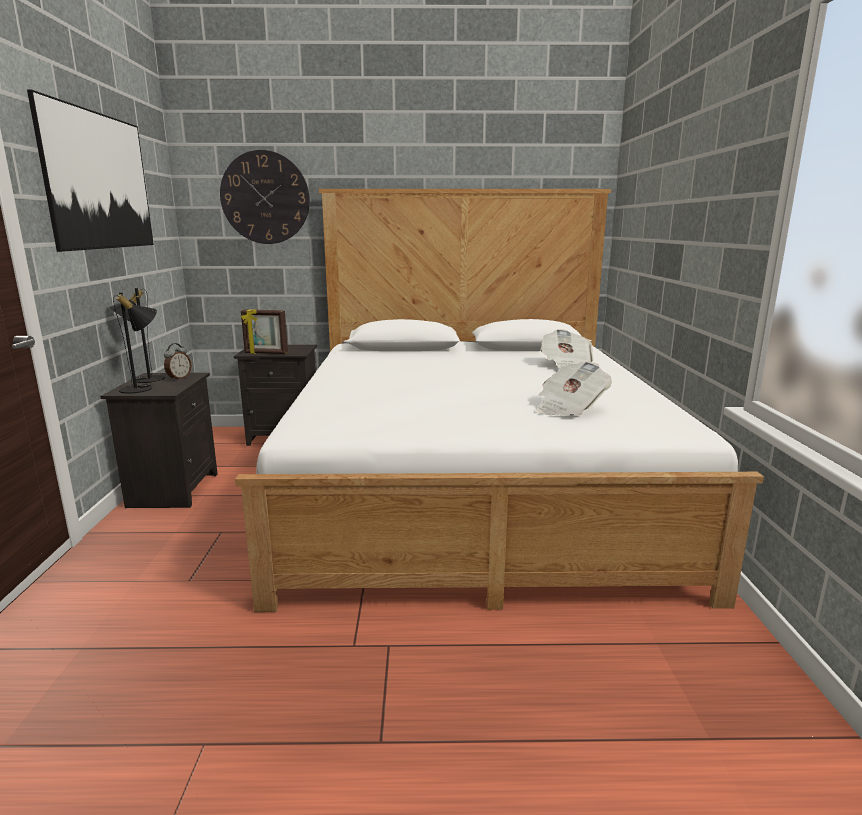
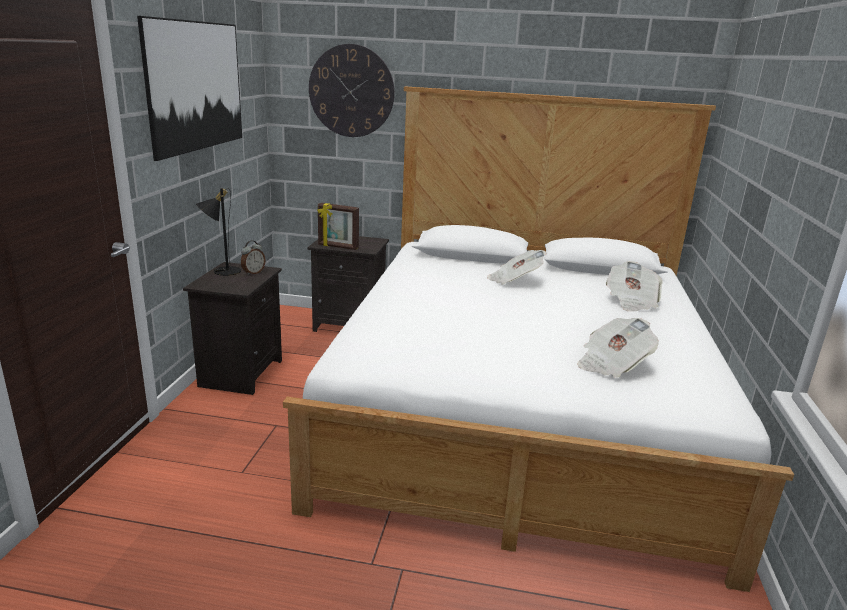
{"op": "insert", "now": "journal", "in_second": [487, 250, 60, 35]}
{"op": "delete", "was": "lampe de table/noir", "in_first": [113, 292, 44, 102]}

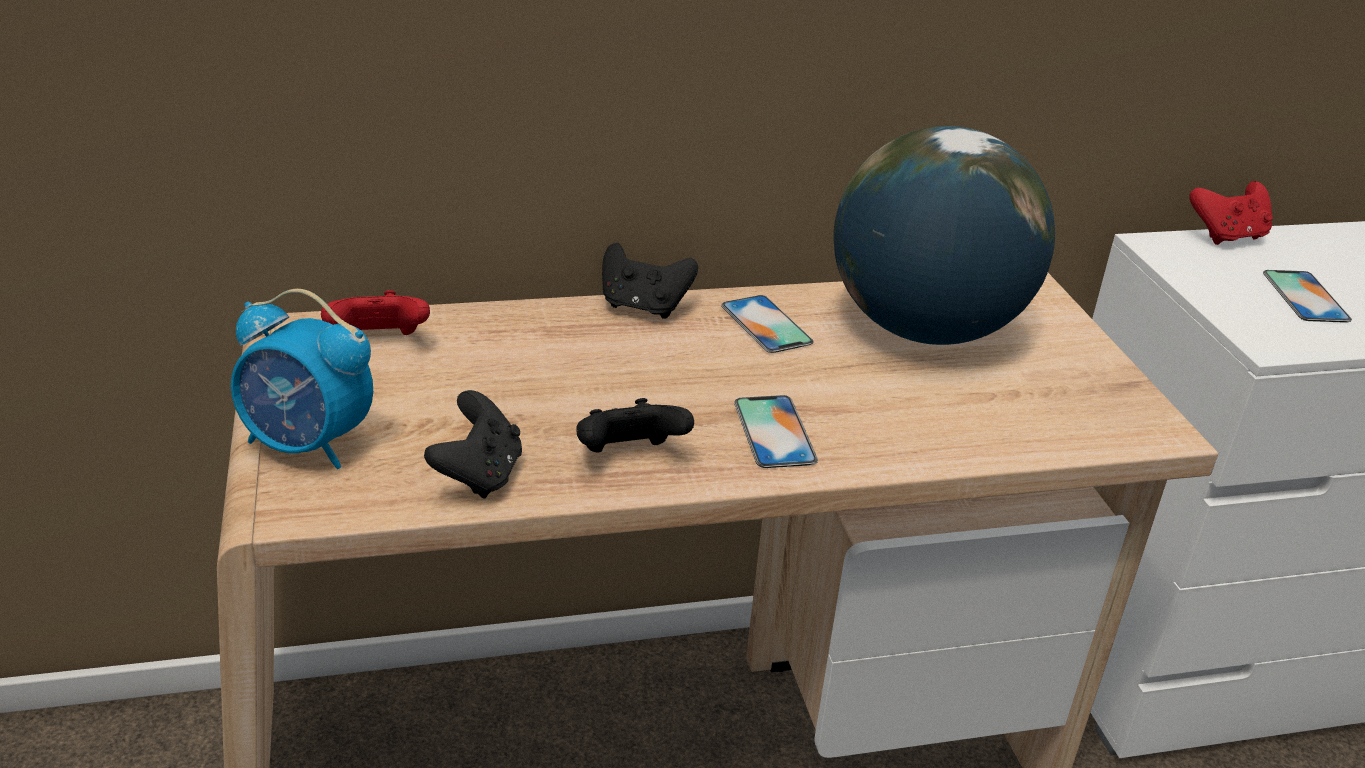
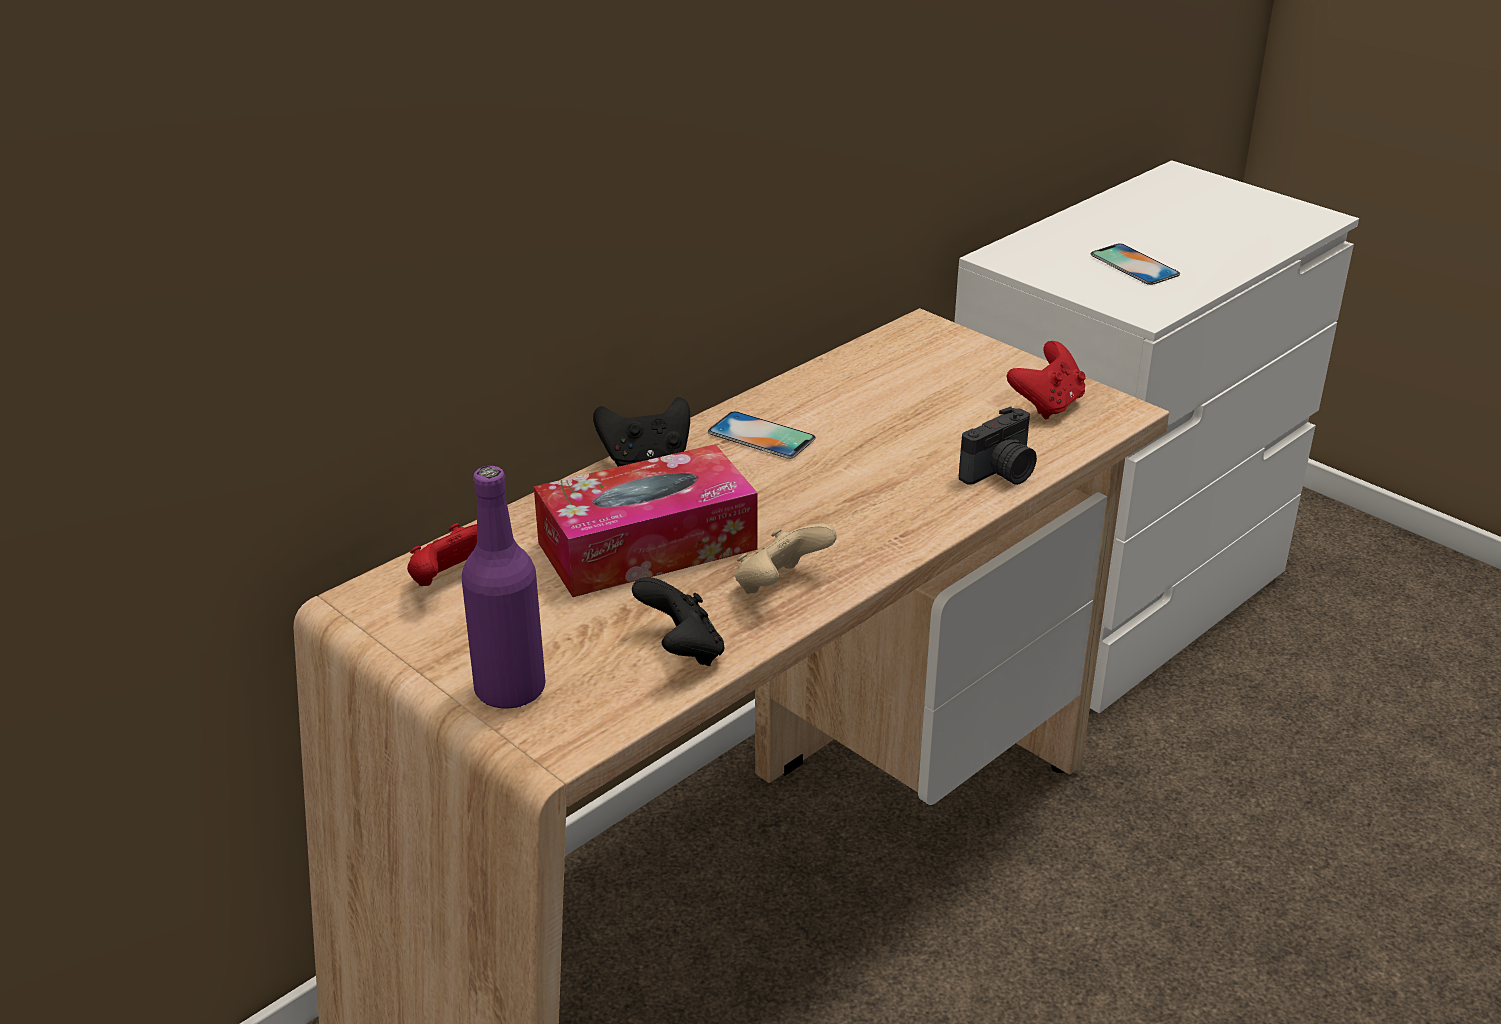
{"op": "replace", "was": "réveil", "now": "bouteille/violet", "in_first": [231, 289, 142, 180], "in_second": [462, 466, 84, 243]}
{"op": "insert", "now": "boîte à mouchoirs", "in_second": [534, 444, 224, 153]}
{"op": "recolor", "was": "manette/noir", "now": "manette/beige", "in_first": [576, 398, 118, 55], "in_second": [735, 524, 102, 70]}
{"op": "insert", "now": "appareil photo", "in_second": [959, 407, 78, 78]}
{"op": "move", "was": "manette/rouge", "in_first": [1189, 181, 84, 64], "in_second": [1007, 341, 79, 78]}
{"op": "delete", "was": "téléphone", "in_first": [734, 395, 84, 73]}
{"op": "delete", "was": "globe", "in_first": [834, 126, 221, 219]}

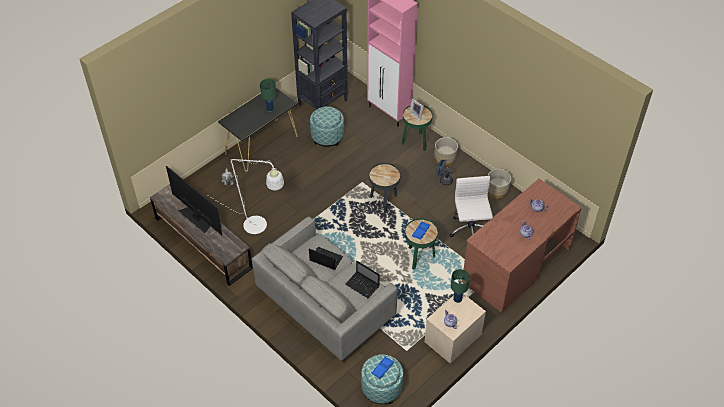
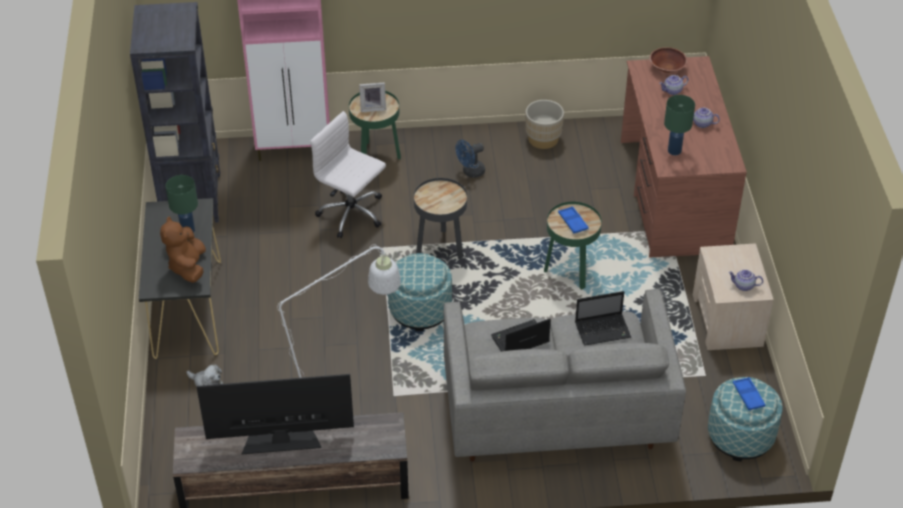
{"op": "insert", "now": "peluche/marron", "in_second": [160, 217, 46, 66]}
{"op": "move", "was": "chaise de bureau/blanc", "in_first": [449, 176, 44, 62], "in_second": [310, 111, 76, 127]}
{"op": "move", "was": "pouf", "in_first": [310, 106, 34, 41], "in_second": [388, 253, 64, 78]}
{"op": "insert", "now": "bol/marron", "in_second": [649, 47, 38, 26]}
{"op": "move", "was": "lampe de table/vert", "in_first": [451, 269, 19, 34], "in_second": [664, 95, 31, 60]}
{"op": "delete", "was": "cache-pot/beige", "in_first": [435, 137, 23, 30]}

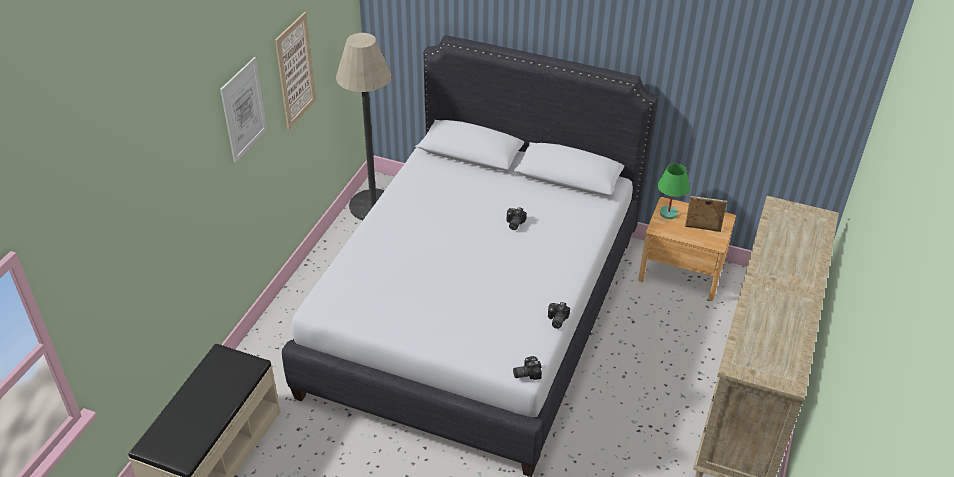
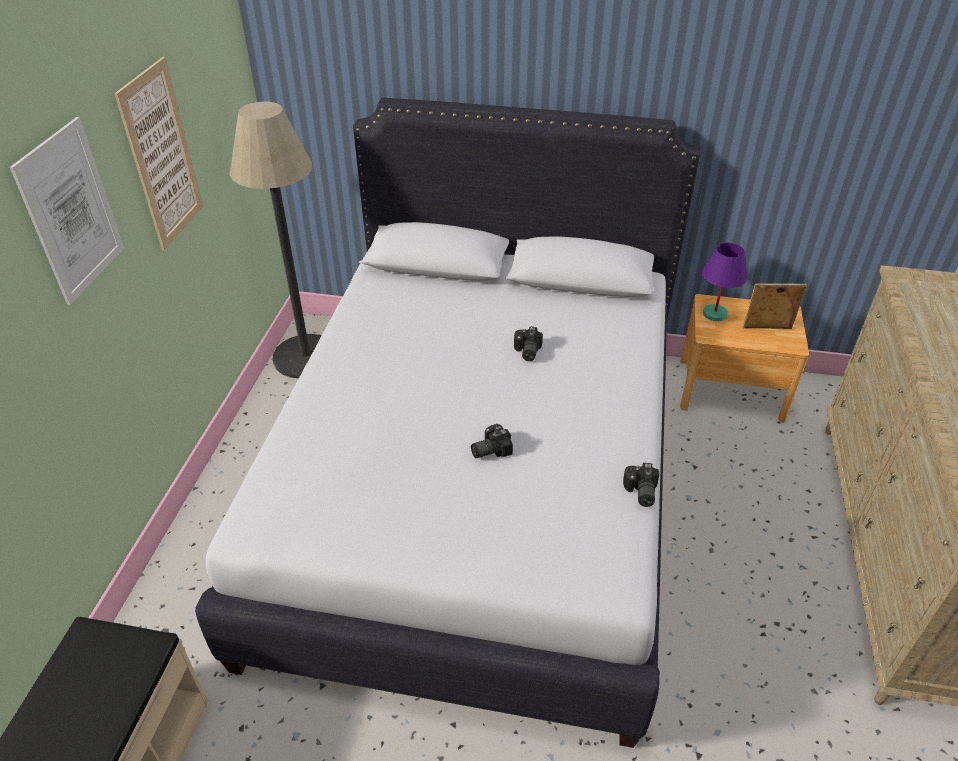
{"op": "move", "was": "appareil photo", "in_first": [513, 356, 29, 24], "in_second": [471, 424, 42, 34]}
{"op": "recolor", "was": "lampe de table/vert", "now": "lampe de table/violet", "in_first": [657, 164, 33, 55], "in_second": [702, 243, 45, 78]}

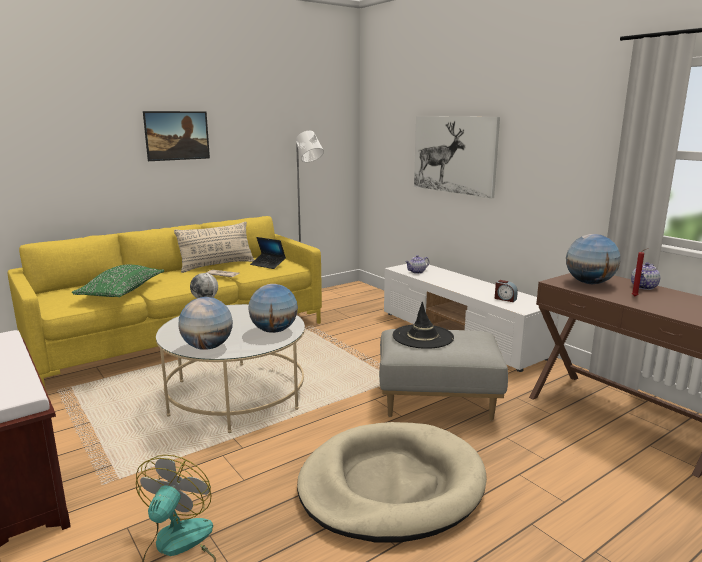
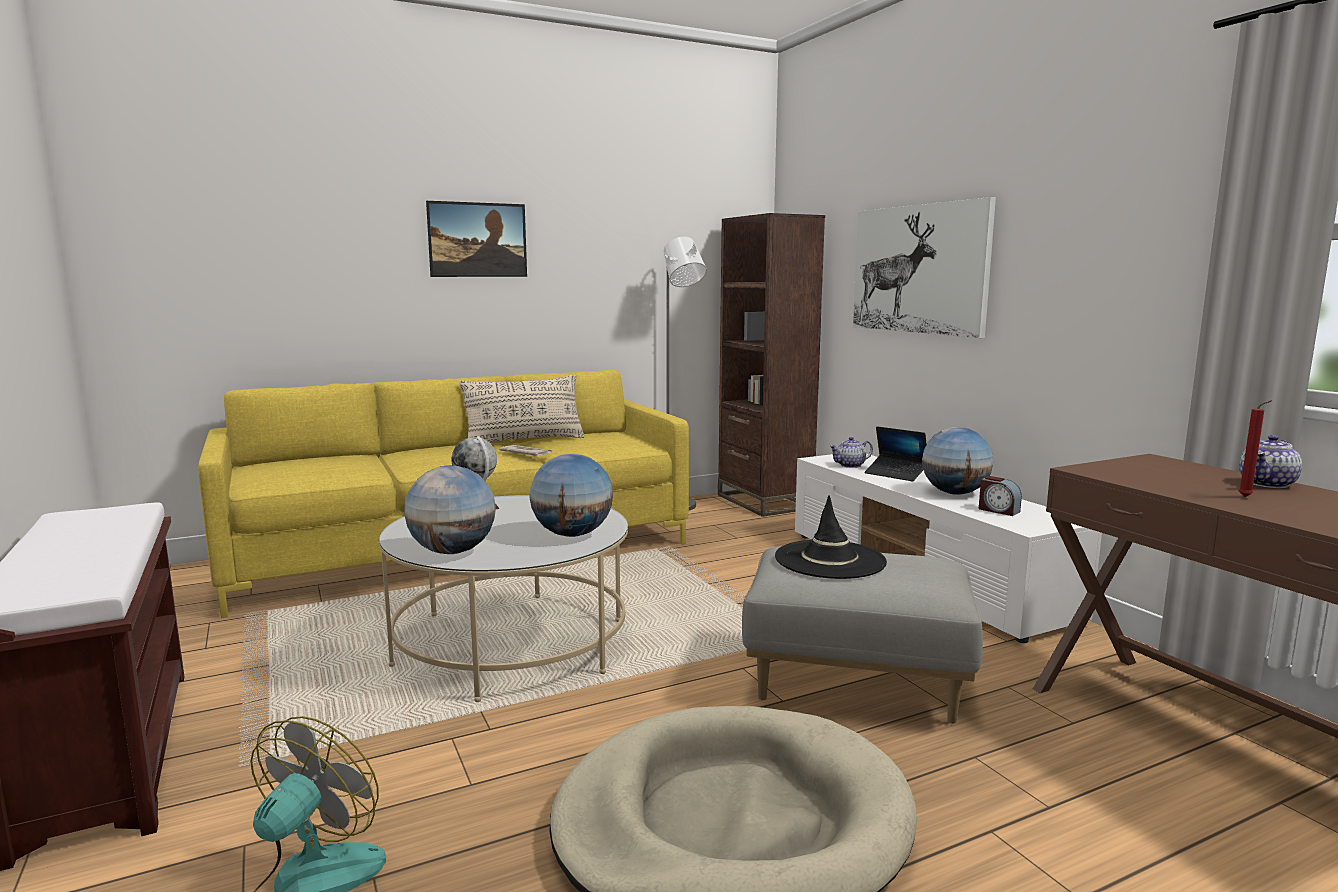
{"op": "insert", "now": "bibliothèque/marron", "in_second": [718, 213, 107, 304]}
{"op": "move", "was": "ordinateur portable", "in_first": [250, 237, 36, 32], "in_second": [865, 426, 62, 55]}
{"op": "move", "was": "globe", "in_first": [566, 234, 54, 50], "in_second": [922, 427, 71, 68]}
{"op": "delete", "was": "coussin/vert", "in_first": [72, 265, 92, 32]}

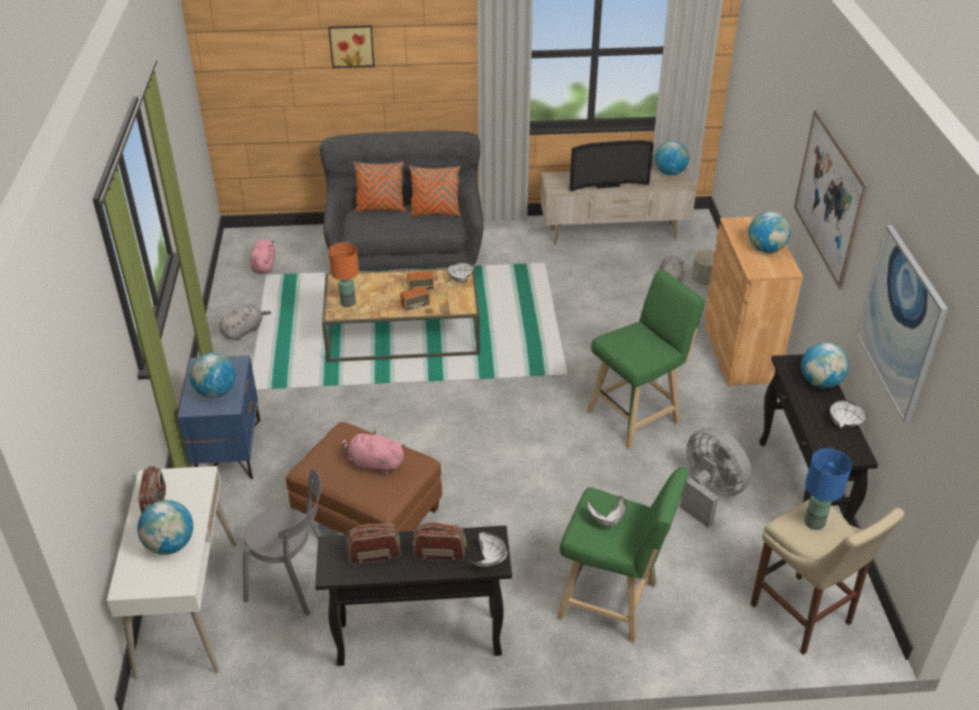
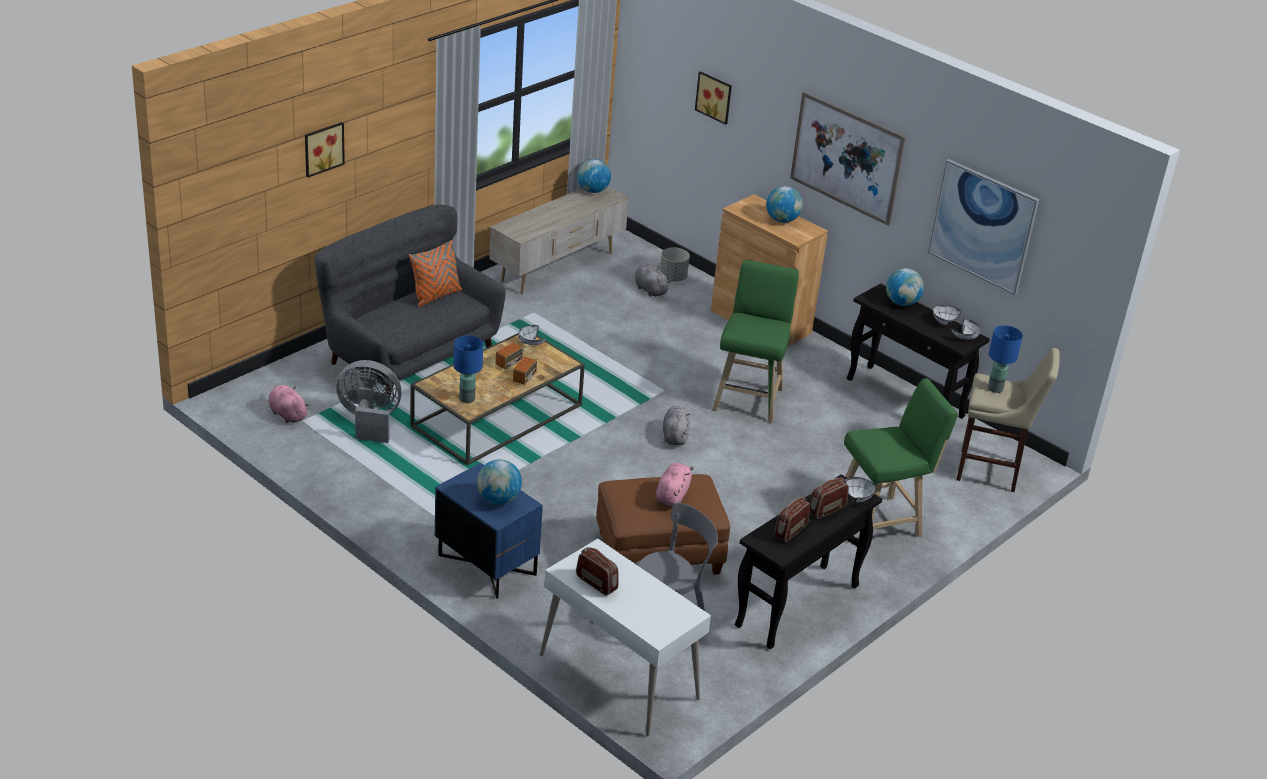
{"op": "move", "was": "ventilateur/gris", "in_first": [680, 427, 71, 101], "in_second": [336, 360, 66, 83]}
{"op": "recolor", "was": "lampe de table/orange", "now": "lampe de table/bleu", "in_first": [328, 242, 31, 65], "in_second": [454, 336, 29, 67]}
{"op": "rotate", "was": "peluche/rose", "in_first": [341, 430, 64, 45], "in_second": [656, 463, 38, 44], "clockwise": 135}
{"op": "move", "was": "peluche/gris", "in_first": [219, 304, 52, 37], "in_second": [663, 406, 27, 39]}
{"op": "insert", "now": "tableau", "in_second": [695, 71, 37, 54]}
{"op": "move", "was": "bol/blanc", "in_first": [587, 496, 40, 30], "in_second": [951, 319, 29, 21]}
{"op": "delete", "was": "globe", "in_first": [137, 500, 56, 55]}
{"op": "delete", "was": "coussin/orange", "in_first": [354, 161, 51, 51]}
{"op": "delete", "was": "téléviseur", "in_first": [570, 140, 84, 52]}

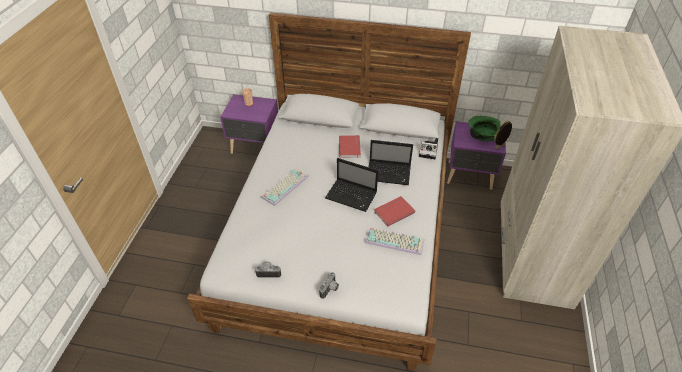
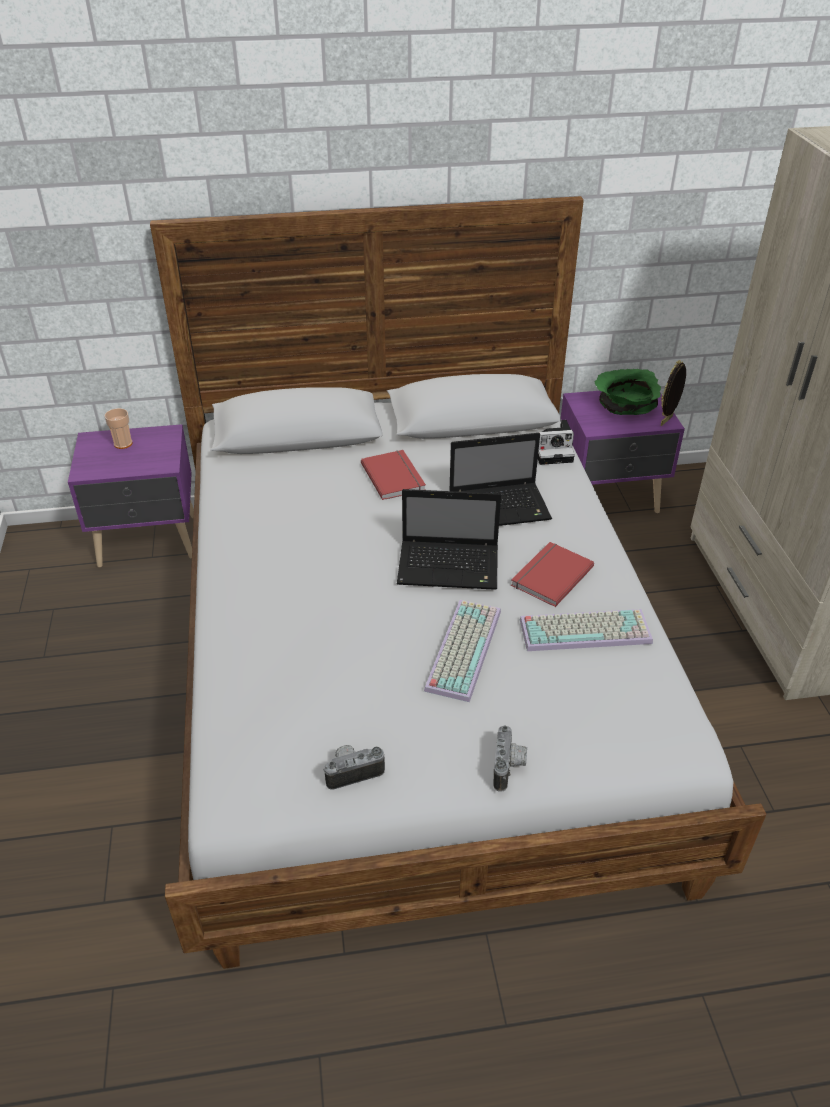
{"op": "move", "was": "clavier", "in_first": [261, 167, 48, 39], "in_second": [424, 600, 77, 102]}

